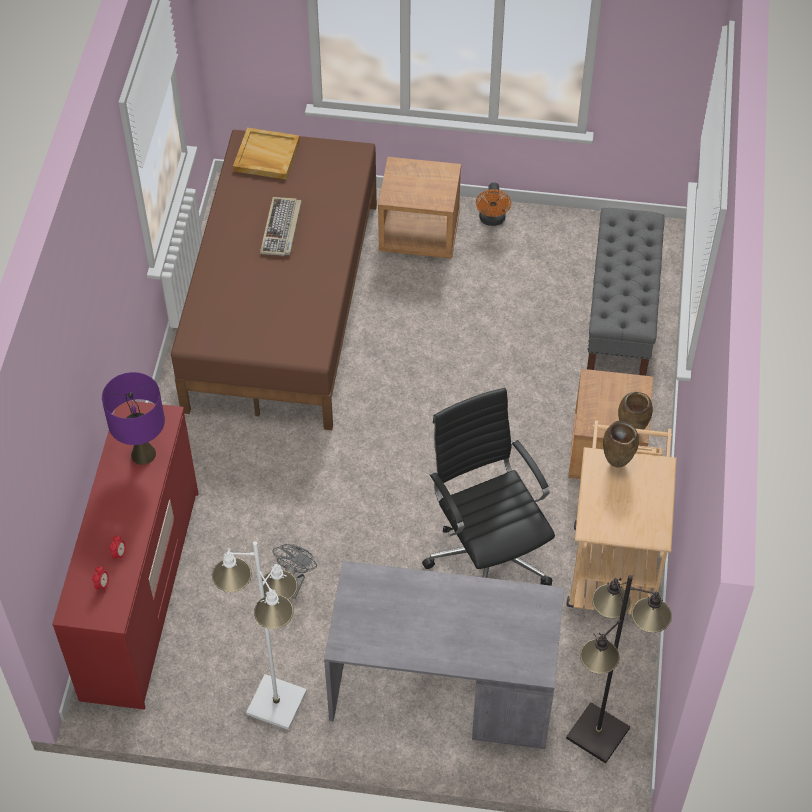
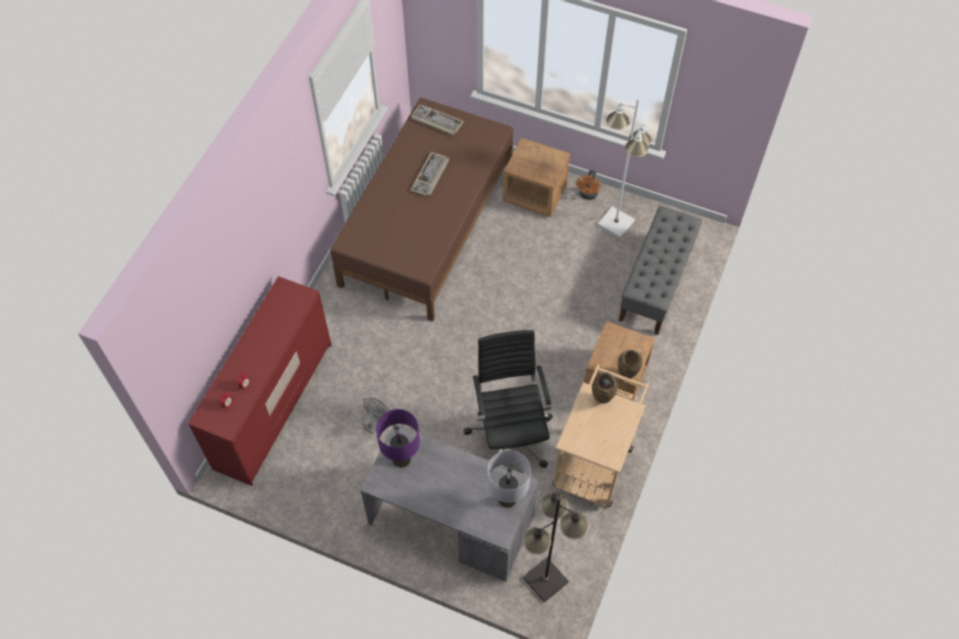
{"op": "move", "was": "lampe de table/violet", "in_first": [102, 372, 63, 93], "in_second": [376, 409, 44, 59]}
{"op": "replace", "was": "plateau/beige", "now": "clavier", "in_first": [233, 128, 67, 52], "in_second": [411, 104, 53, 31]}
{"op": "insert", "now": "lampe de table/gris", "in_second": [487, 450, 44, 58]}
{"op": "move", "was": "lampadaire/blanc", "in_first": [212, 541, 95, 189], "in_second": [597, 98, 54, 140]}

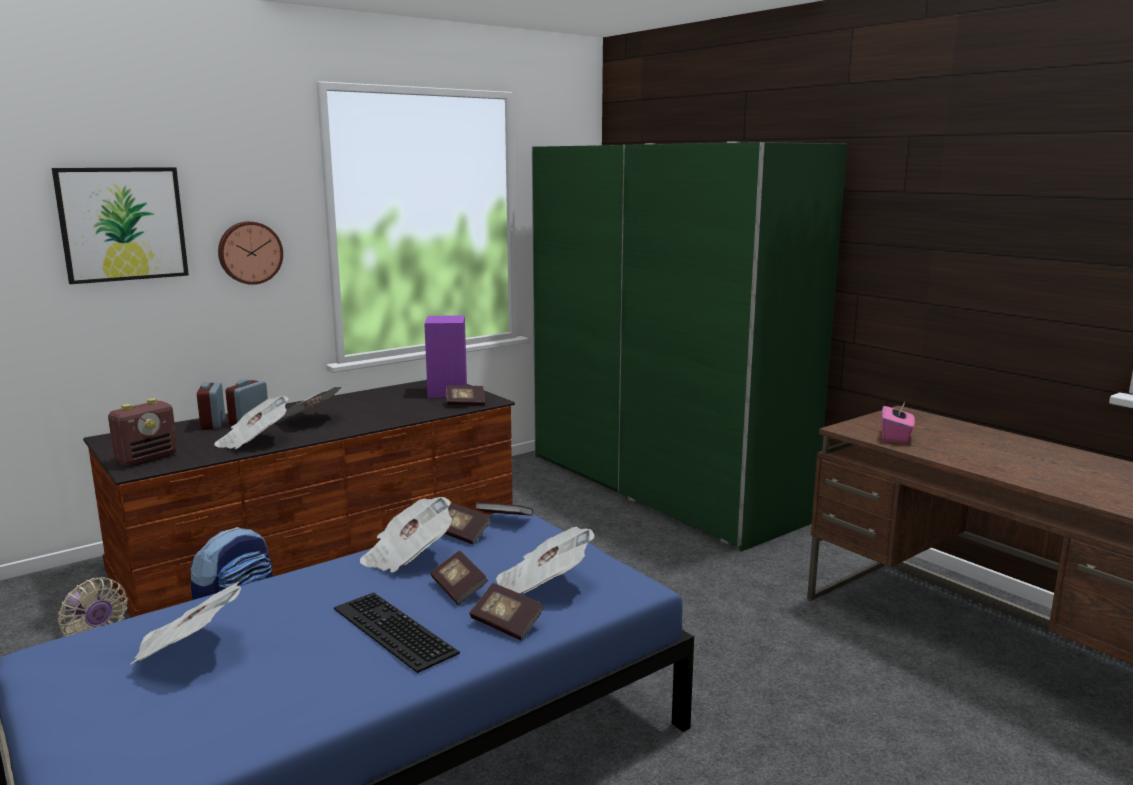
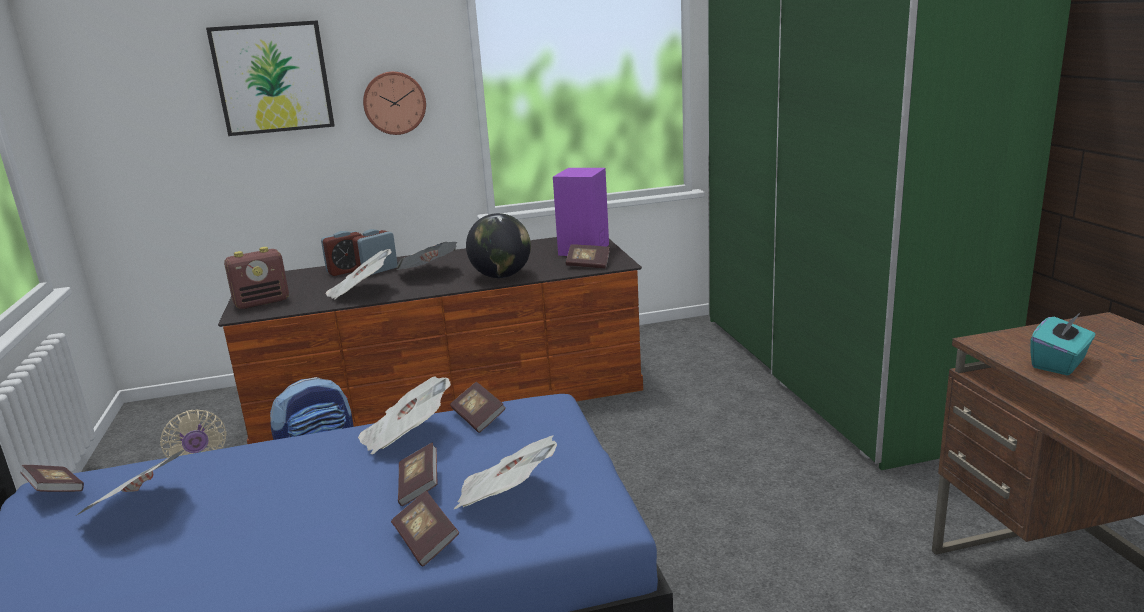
{"op": "move", "was": "livre", "in_first": [475, 502, 58, 14], "in_second": [20, 465, 64, 27]}
{"op": "rotate", "was": "réveil", "in_first": [197, 382, 28, 47], "in_second": [321, 231, 40, 45], "clockwise": -135}
{"op": "insert", "now": "globe", "in_second": [466, 213, 65, 65]}
{"op": "recolor", "was": "boîte à mouchoirs/rose", "now": "boîte à mouchoirs/turquoise", "in_first": [881, 400, 34, 43], "in_second": [1030, 312, 65, 63]}
{"op": "delete", "was": "clavier", "in_first": [334, 592, 126, 81]}

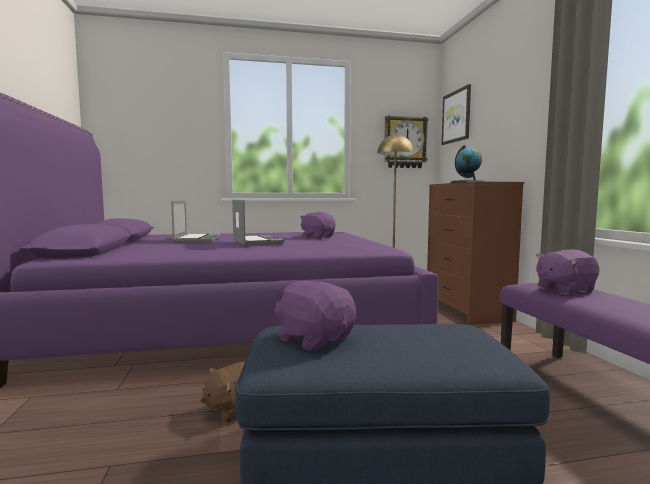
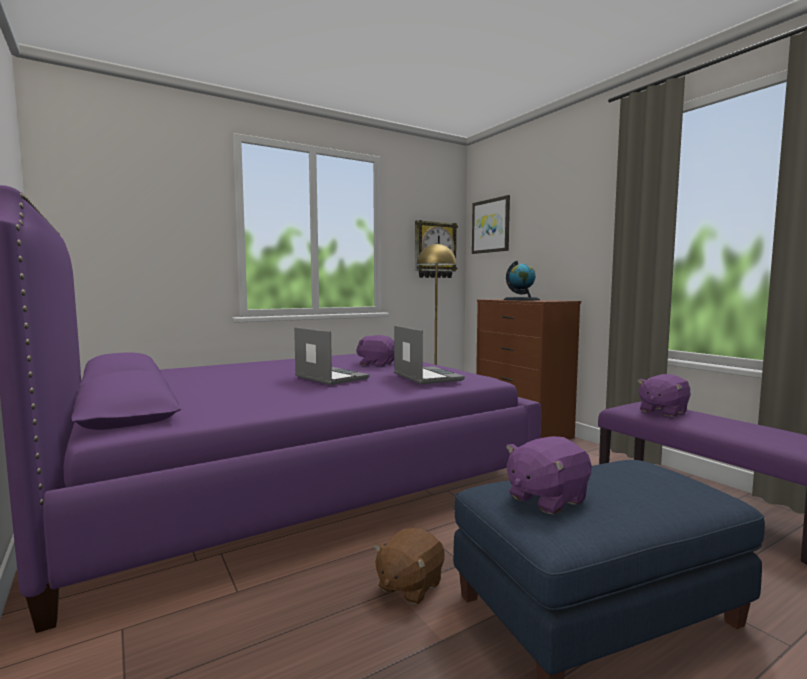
{"op": "move", "was": "ordinateur portable", "in_first": [171, 201, 50, 42], "in_second": [394, 325, 71, 60]}
{"op": "rotate", "was": "peluche/violet", "in_first": [273, 281, 83, 70], "in_second": [506, 436, 86, 78], "clockwise": -60}

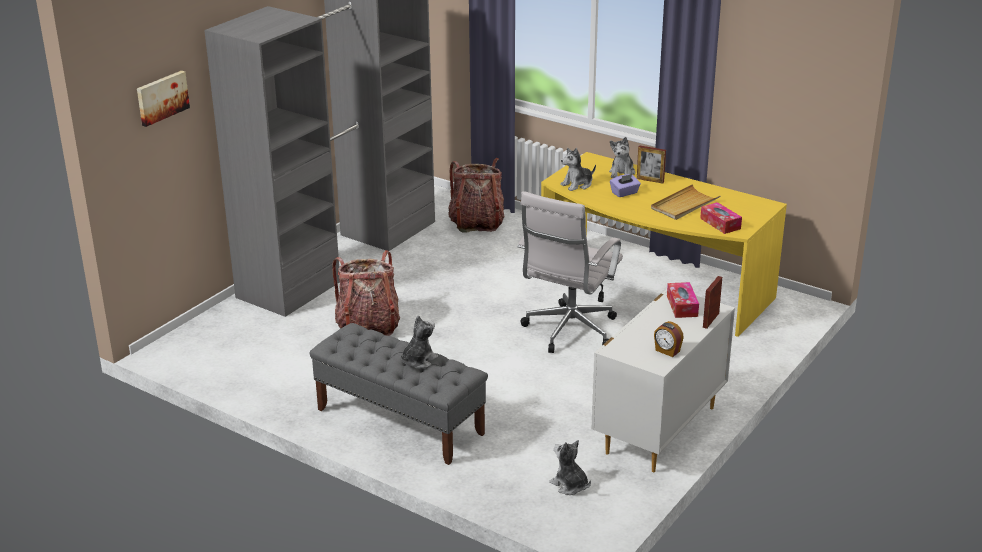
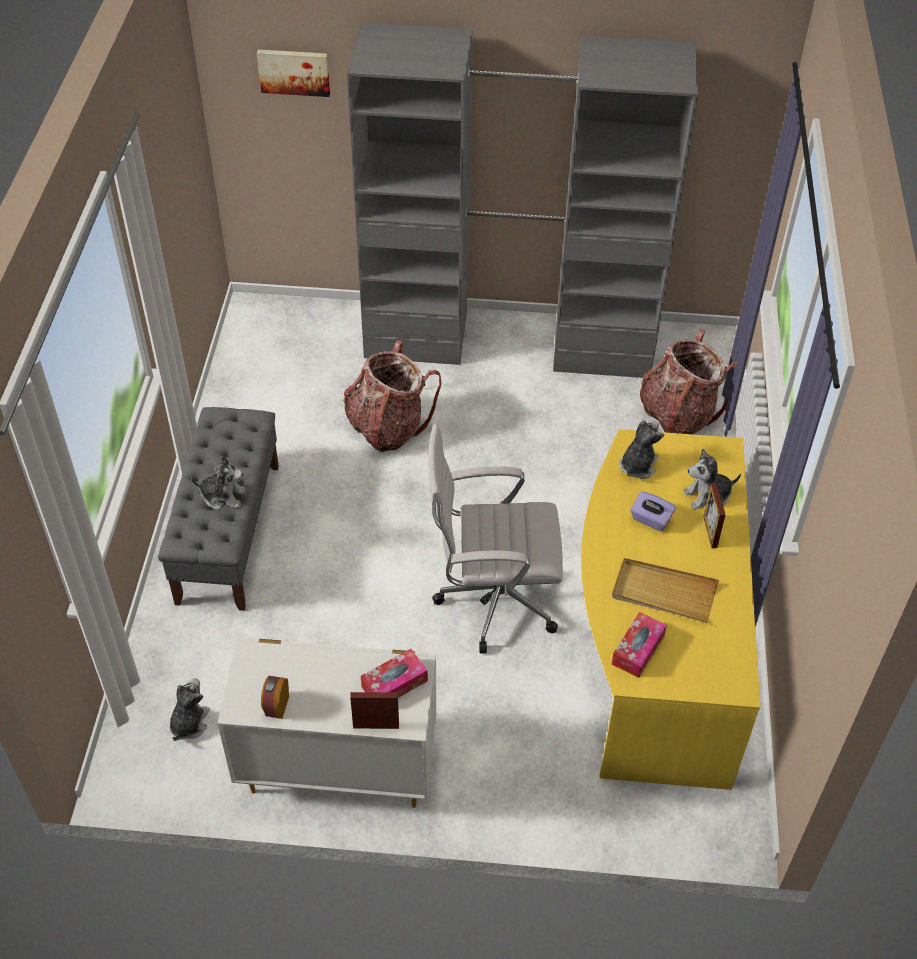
{"op": "rotate", "was": "peluche", "in_first": [560, 148, 36, 43], "in_second": [619, 420, 45, 59], "clockwise": 90}

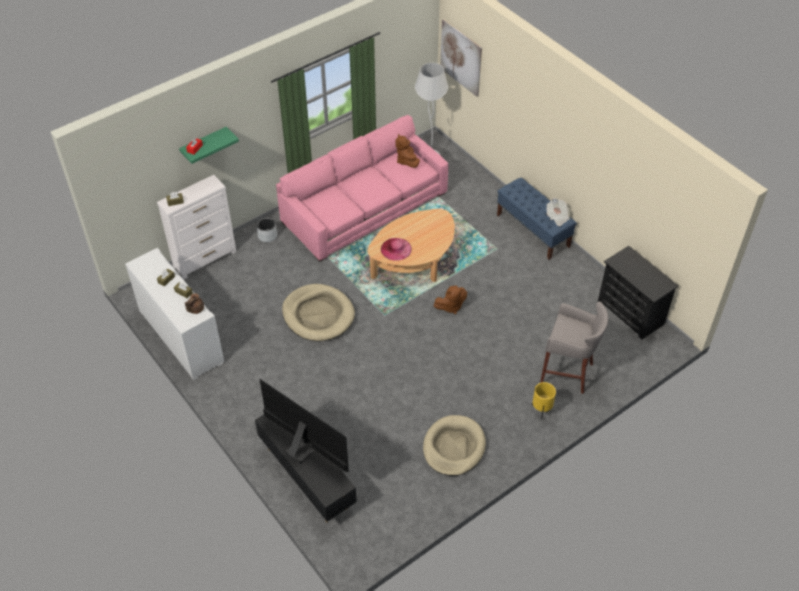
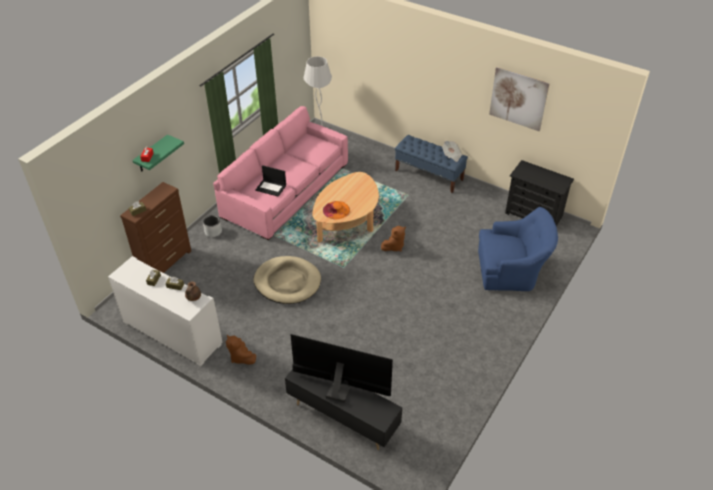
{"op": "recolor", "was": "commode/blanc", "now": "commode/marron", "in_first": [157, 175, 80, 104], "in_second": [120, 182, 71, 91]}
{"op": "move", "was": "peluche/marron", "in_first": [395, 134, 25, 34], "in_second": [226, 334, 30, 31]}
{"op": "insert", "now": "ordinateur portable", "in_second": [255, 165, 31, 32]}
{"op": "recolor", "was": "chapeau/rose", "now": "chapeau/orange", "in_first": [381, 238, 31, 23], "in_second": [323, 201, 27, 18]}
{"op": "replace", "was": "tabouret/gris", "now": "fauteuil/bleu", "in_first": [540, 301, 68, 93], "in_second": [478, 207, 80, 84]}
{"op": "move", "was": "tableau", "in_first": [440, 19, 42, 78], "in_second": [489, 67, 61, 64]}
{"op": "delete", "was": "panier pour chien/beige", "in_first": [423, 415, 63, 61]}
{"op": "delete", "was": "cache-pot/jaune", "in_first": [532, 382, 24, 38]}

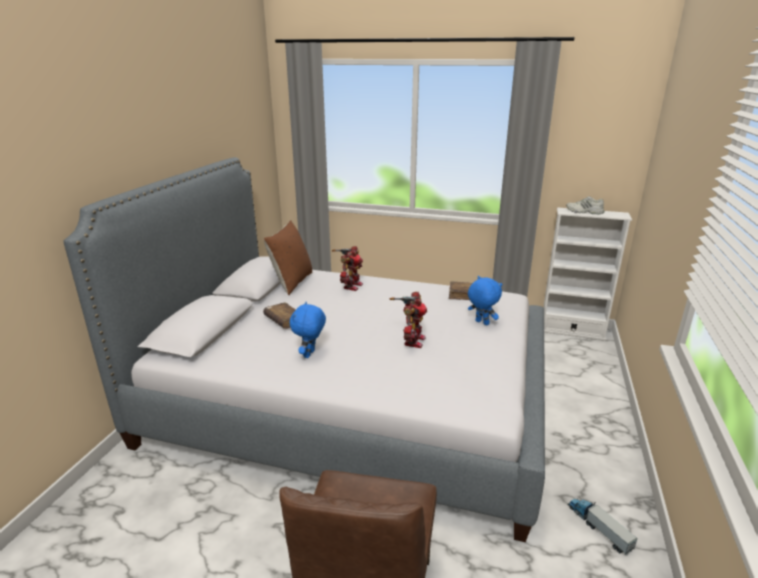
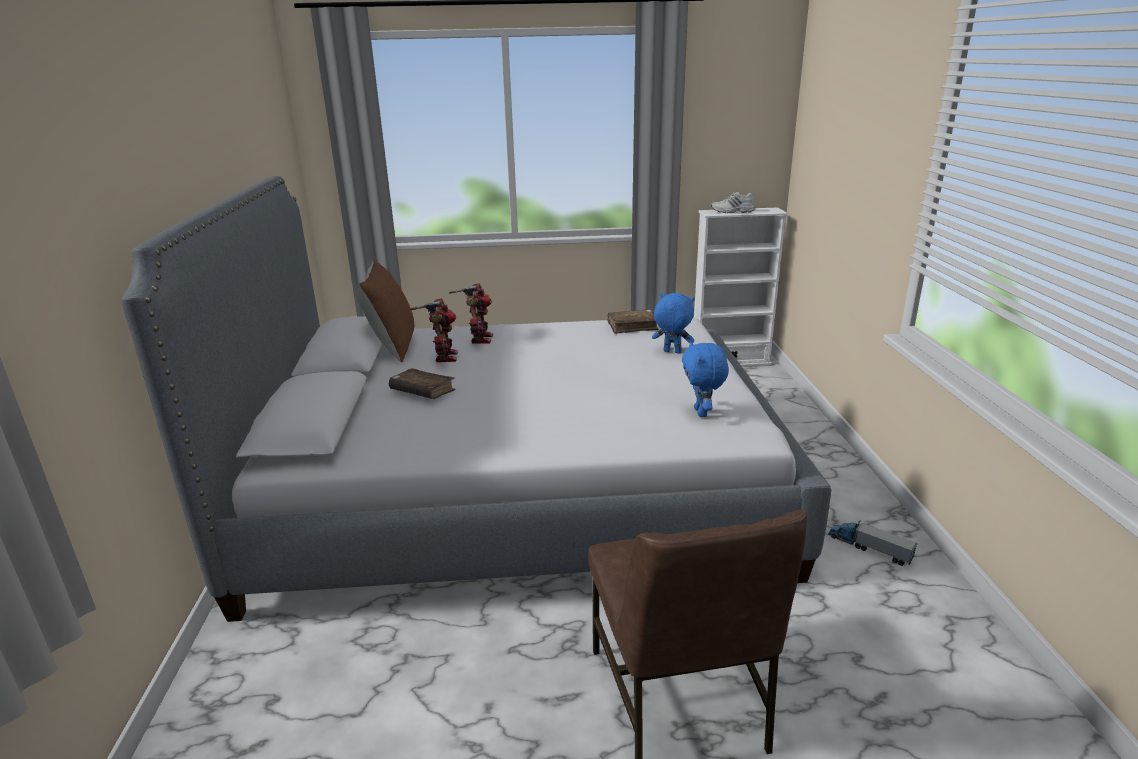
{"op": "move", "was": "robot jouet", "in_first": [390, 292, 37, 56], "in_second": [410, 298, 48, 64]}
{"op": "move", "was": "peluche/bleu", "in_first": [290, 302, 36, 56], "in_second": [682, 341, 47, 76]}

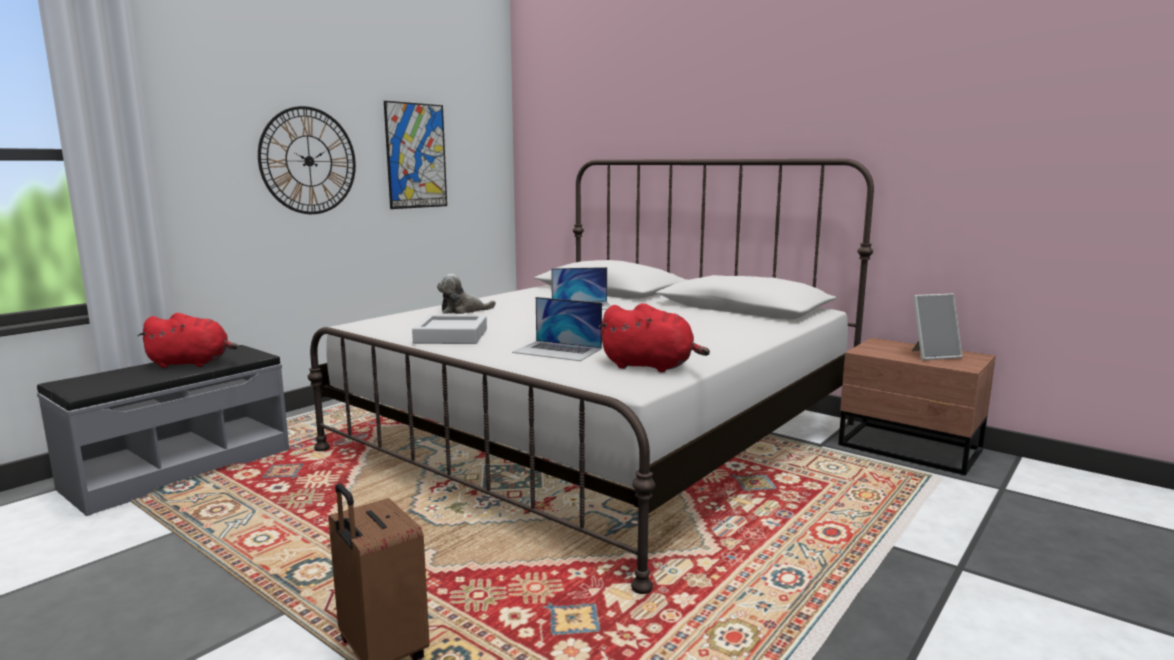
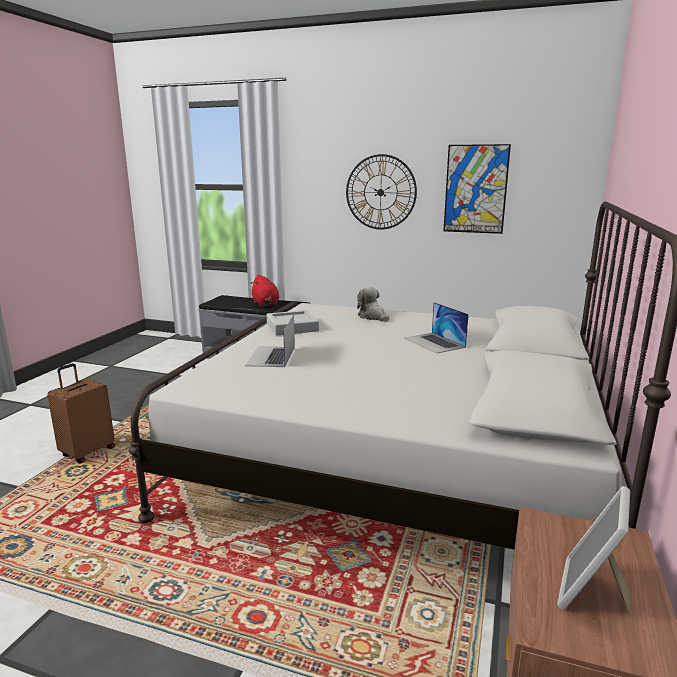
{"op": "rotate", "was": "cadre photo", "in_first": [911, 294, 52, 66], "in_second": [557, 486, 74, 132], "clockwise": 60}
{"op": "delete", "was": "peluche/rouge", "in_first": [598, 303, 112, 69]}

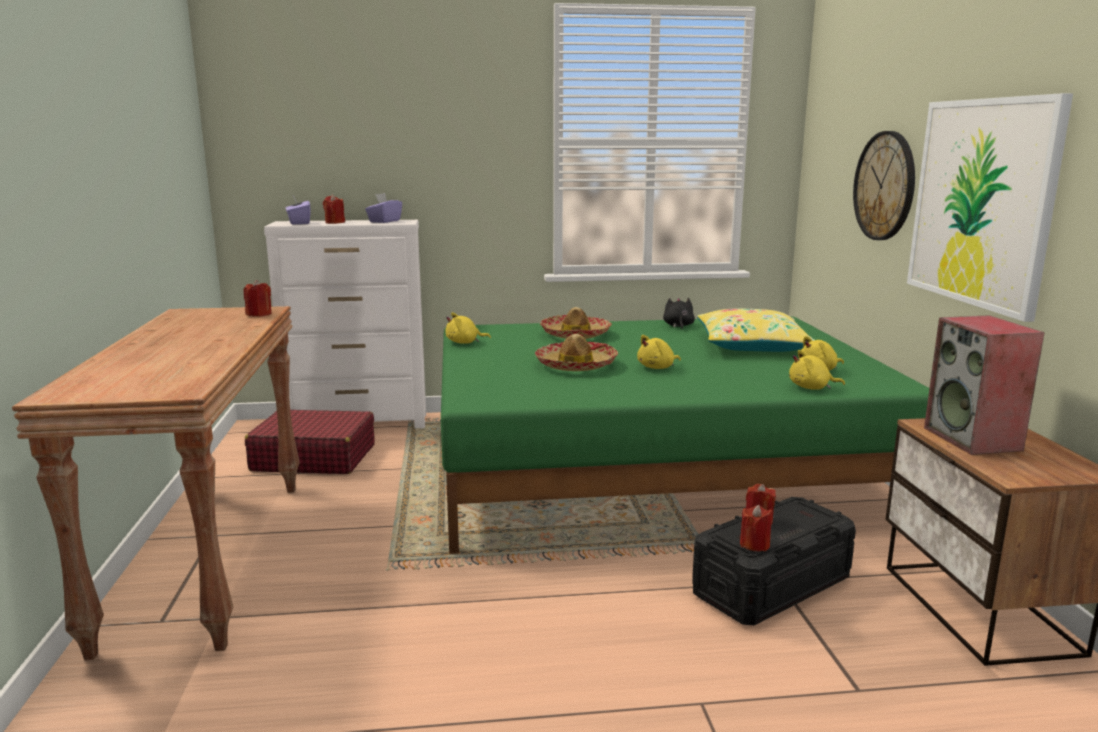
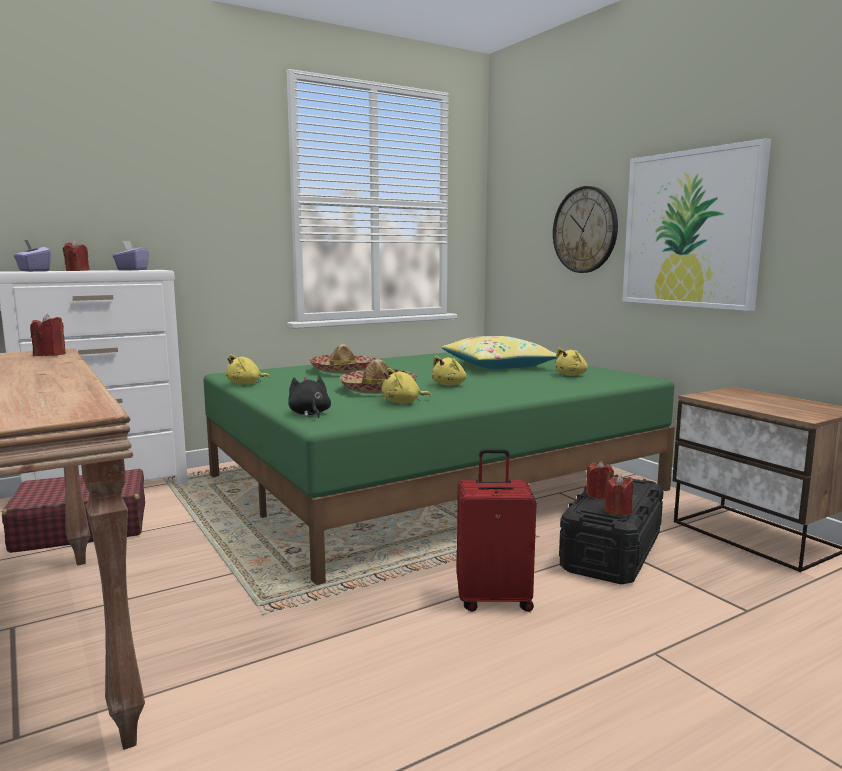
{"op": "move", "was": "peluche/noir", "in_first": [663, 298, 32, 31], "in_second": [288, 375, 43, 43]}
{"op": "move", "was": "peluche/jaune", "in_first": [789, 350, 56, 40], "in_second": [382, 368, 50, 36]}
{"op": "insert", "now": "valise/rouge", "in_second": [457, 449, 80, 163]}
{"op": "delete", "was": "enceinte", "in_first": [924, 315, 121, 140]}

